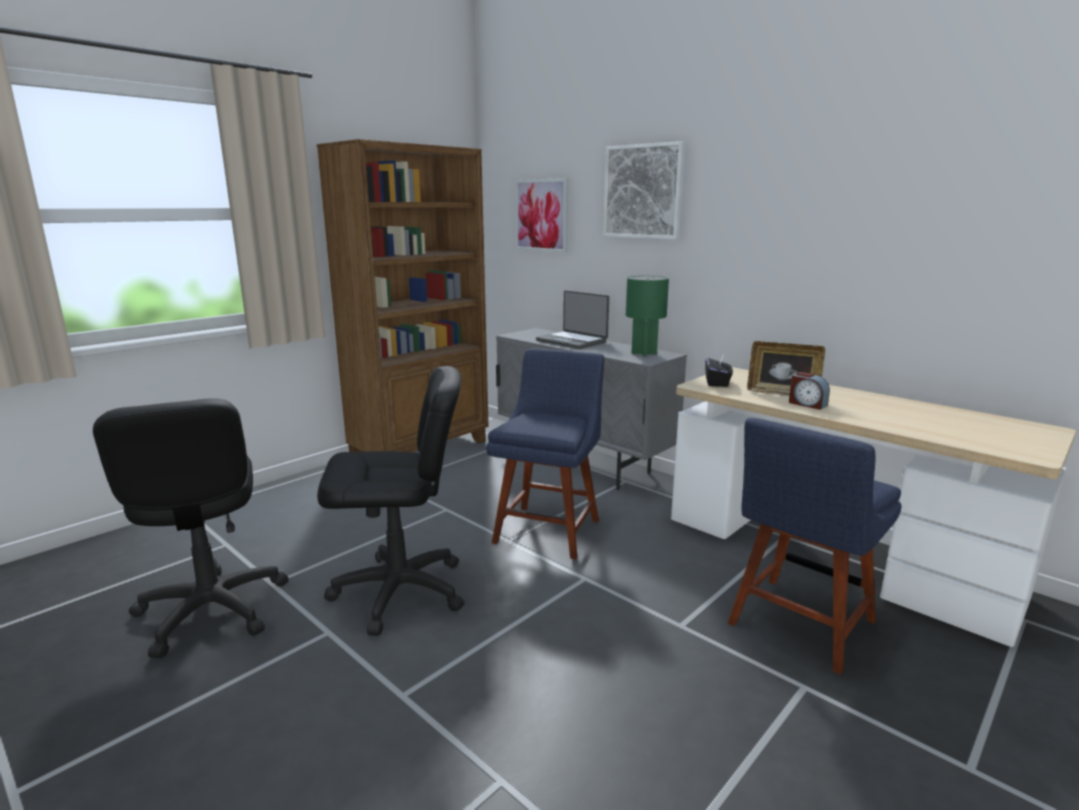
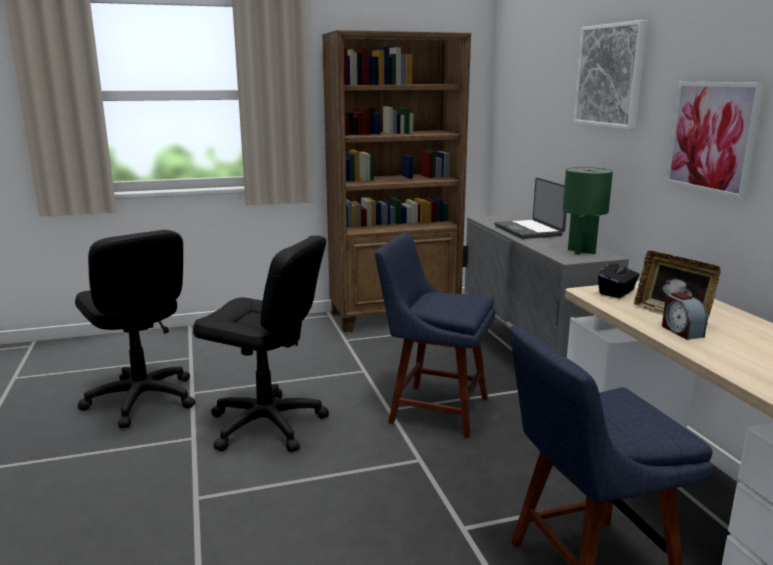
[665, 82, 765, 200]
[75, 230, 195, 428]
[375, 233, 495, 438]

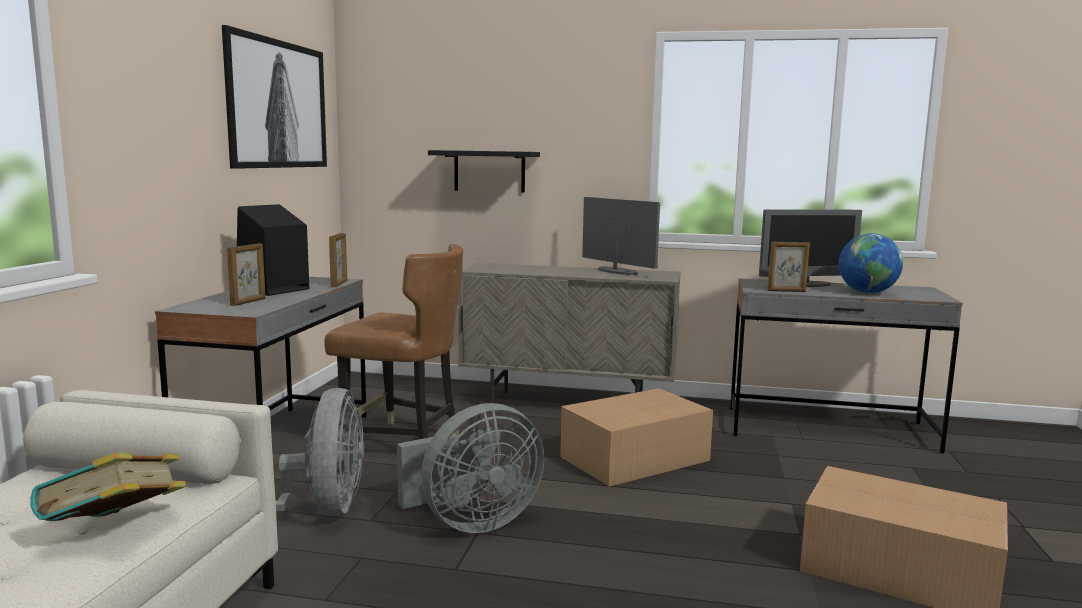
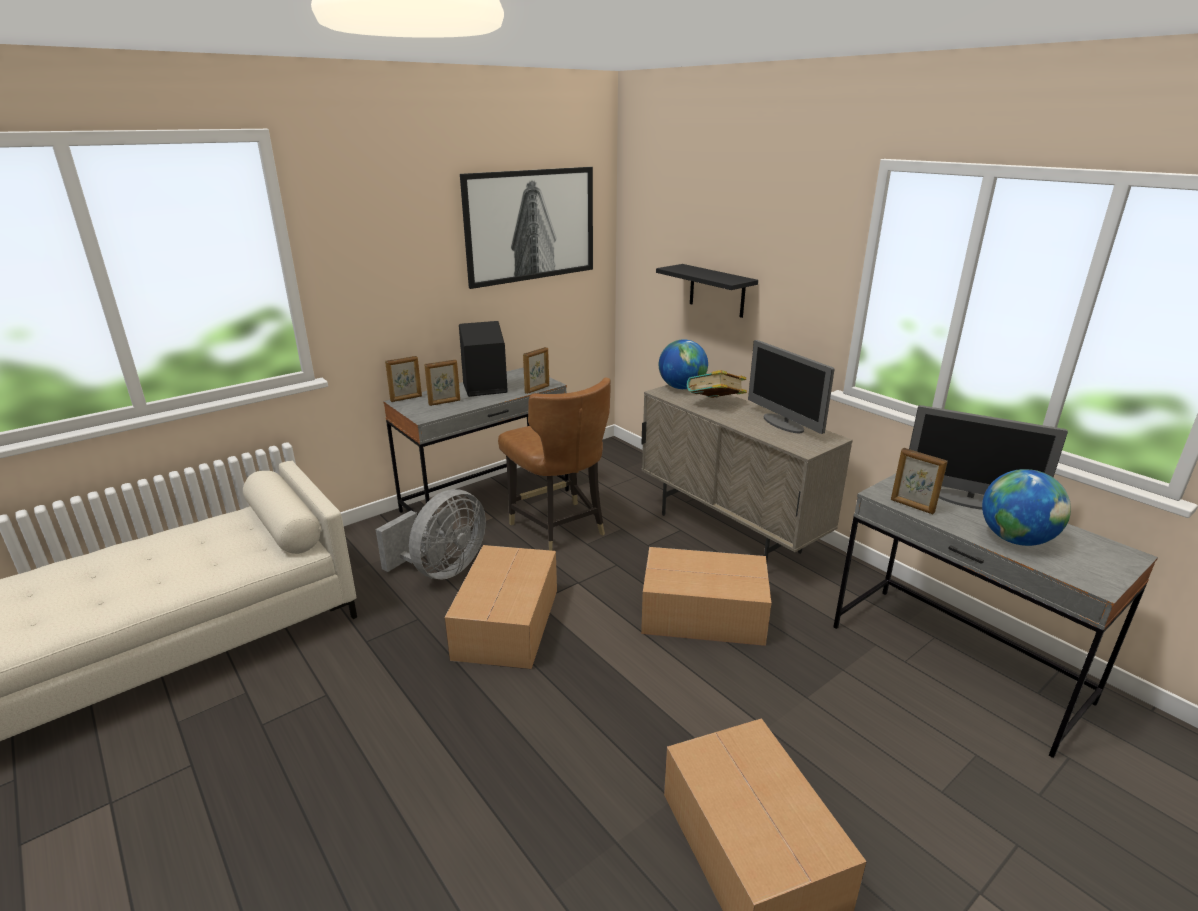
[385, 356, 422, 402]
[659, 339, 708, 389]
[687, 370, 747, 398]
[445, 545, 557, 669]
[748, 340, 835, 434]

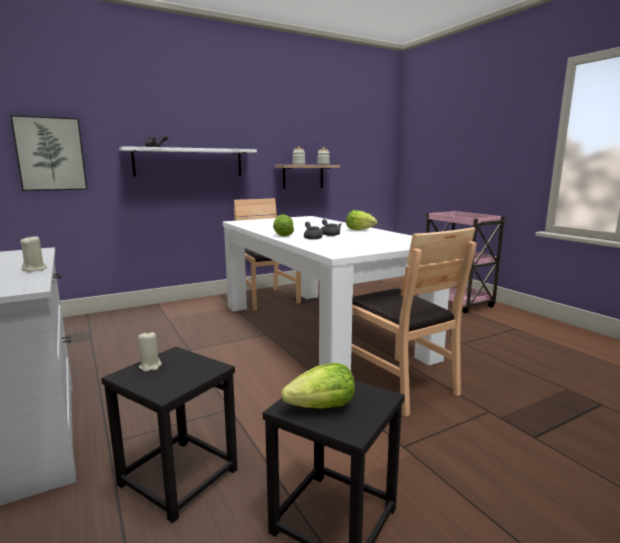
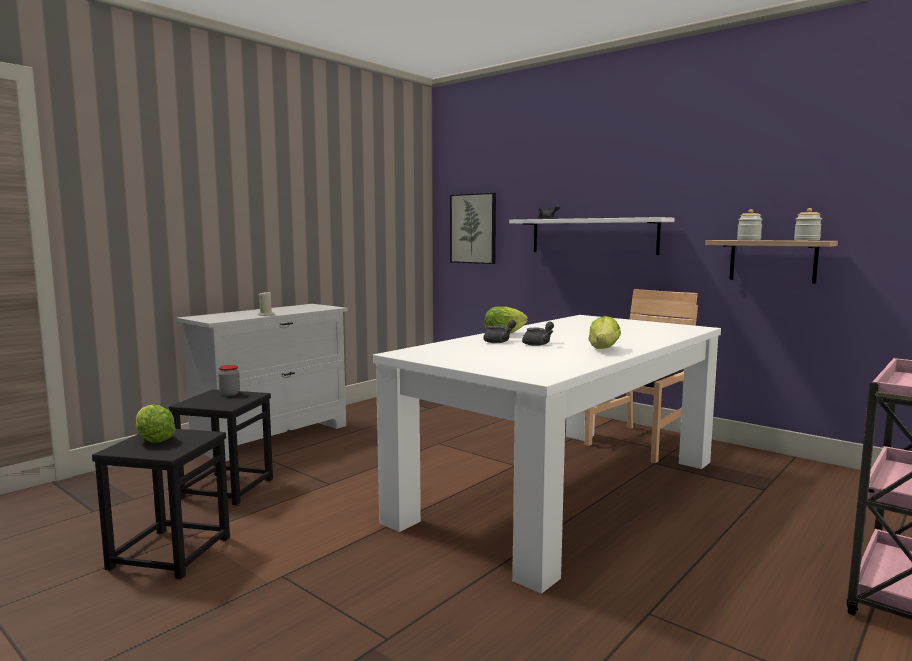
[351, 227, 476, 417] (first image)
[218, 365, 240, 396]

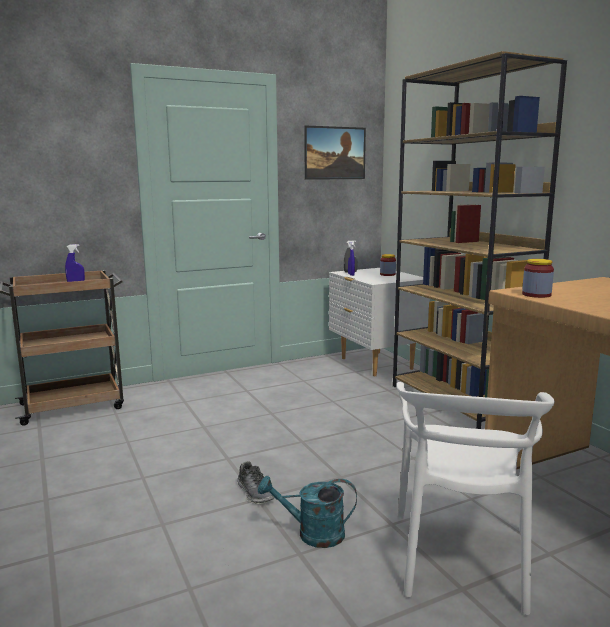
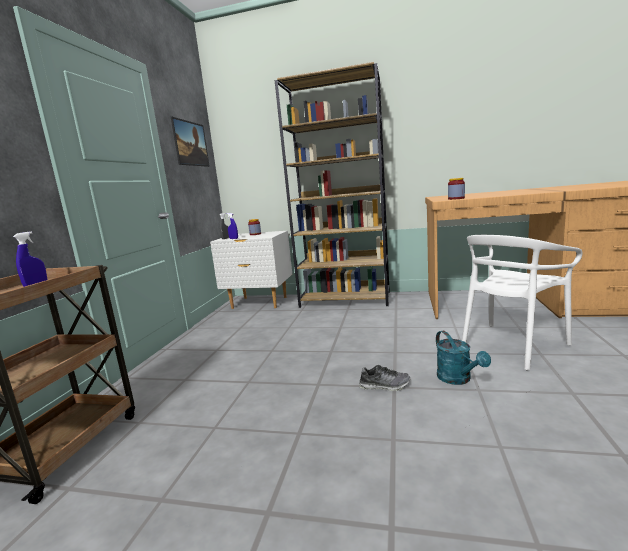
[436, 331, 491, 385]
[462, 235, 582, 370]

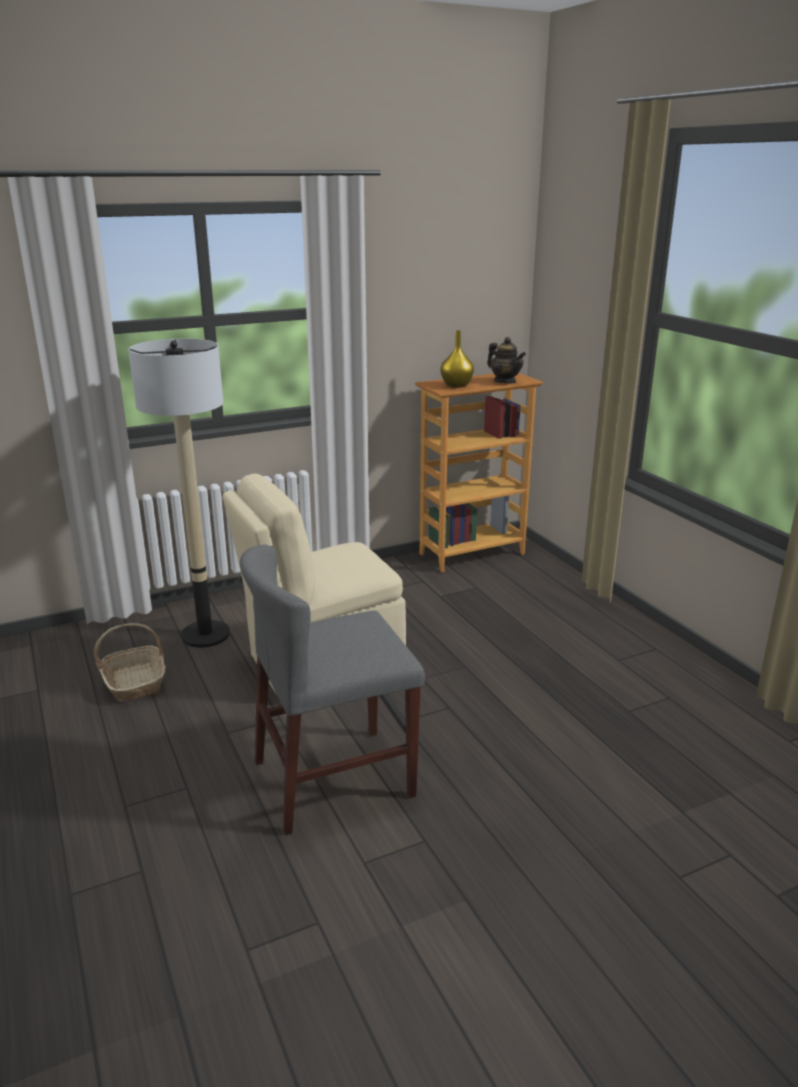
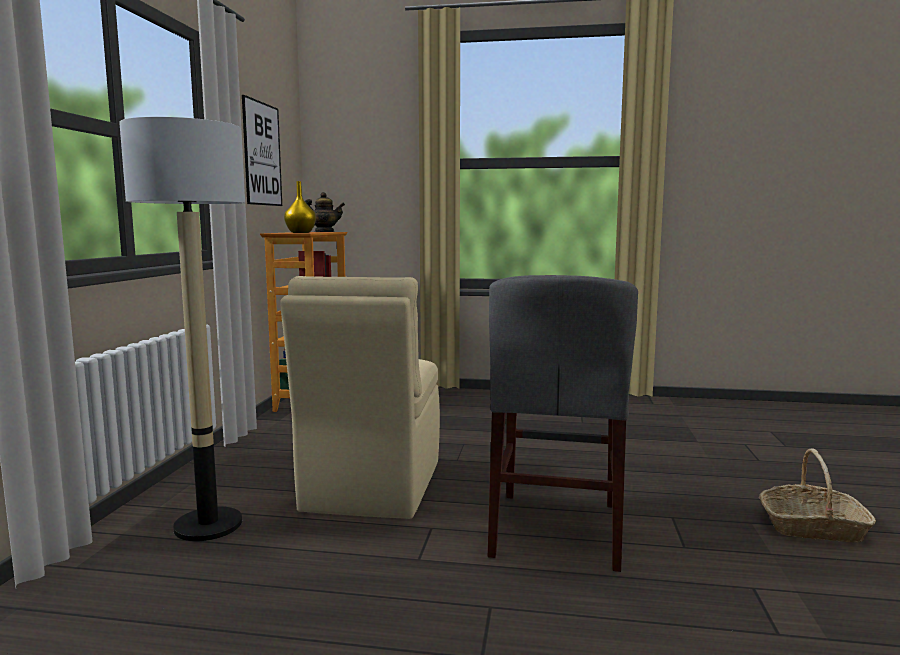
[242, 95, 282, 206]
[759, 448, 876, 543]

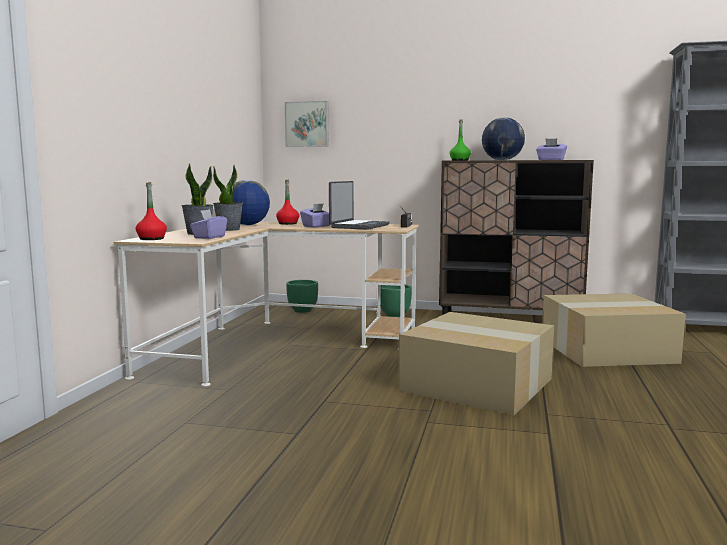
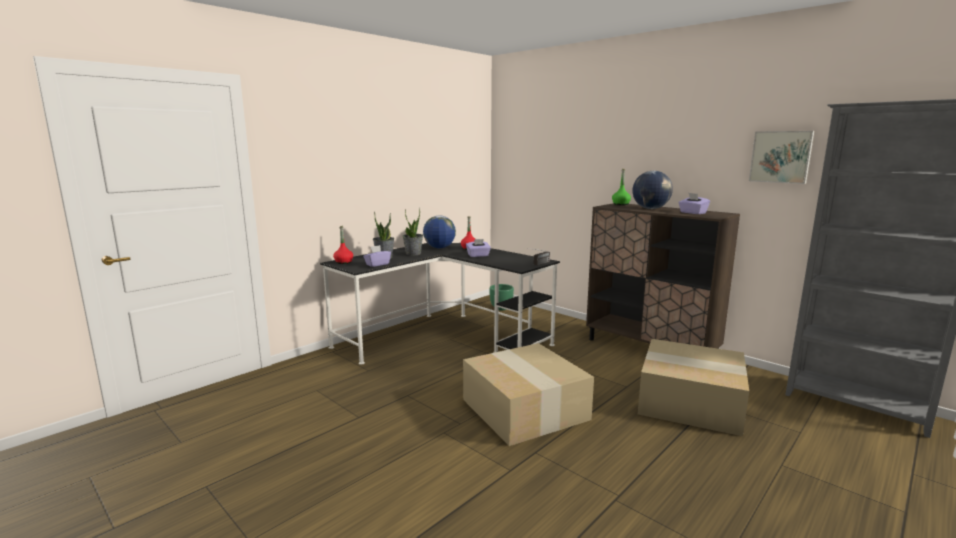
[329, 181, 390, 230] (first image)
[381, 284, 412, 317] (first image)
[749, 131, 814, 184]
[320, 243, 560, 365]

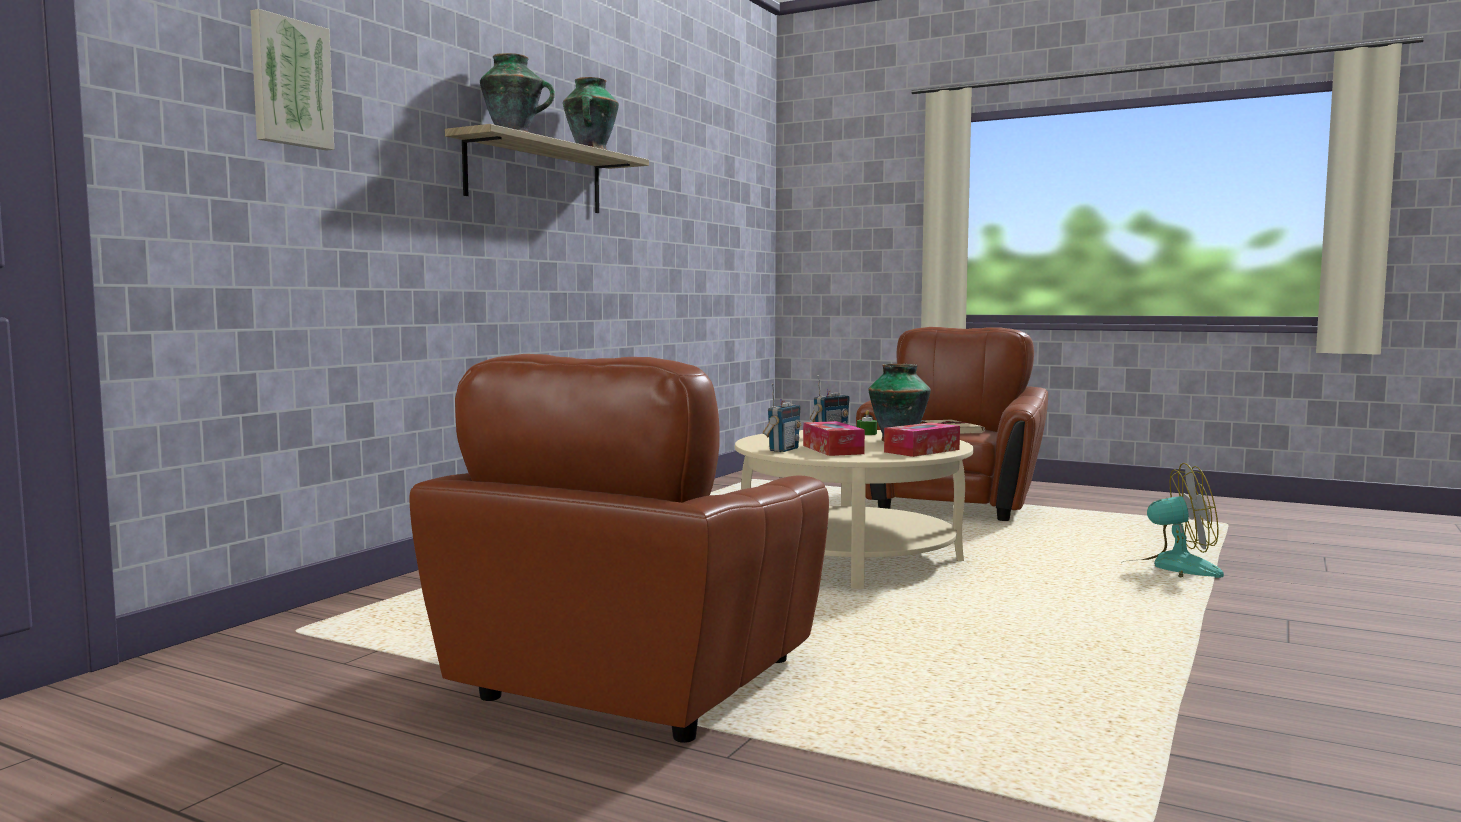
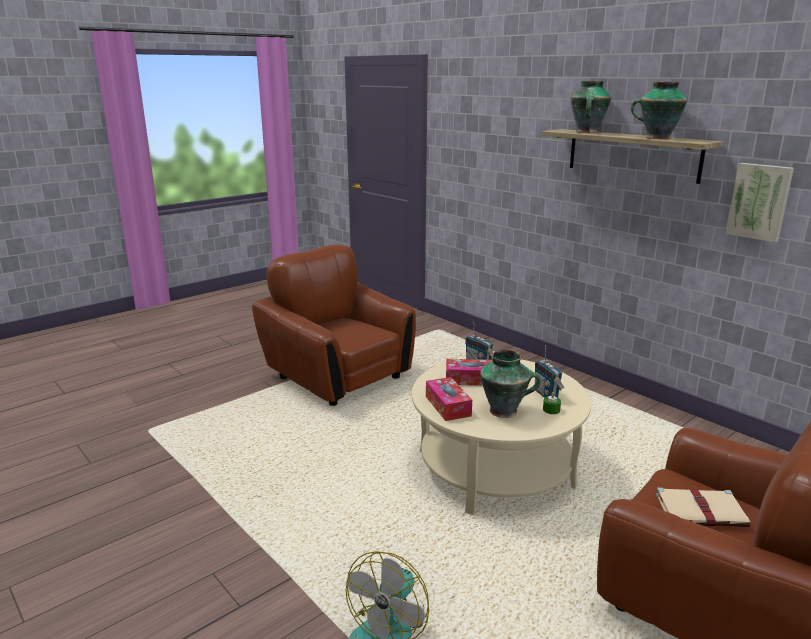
[726, 163, 794, 243]

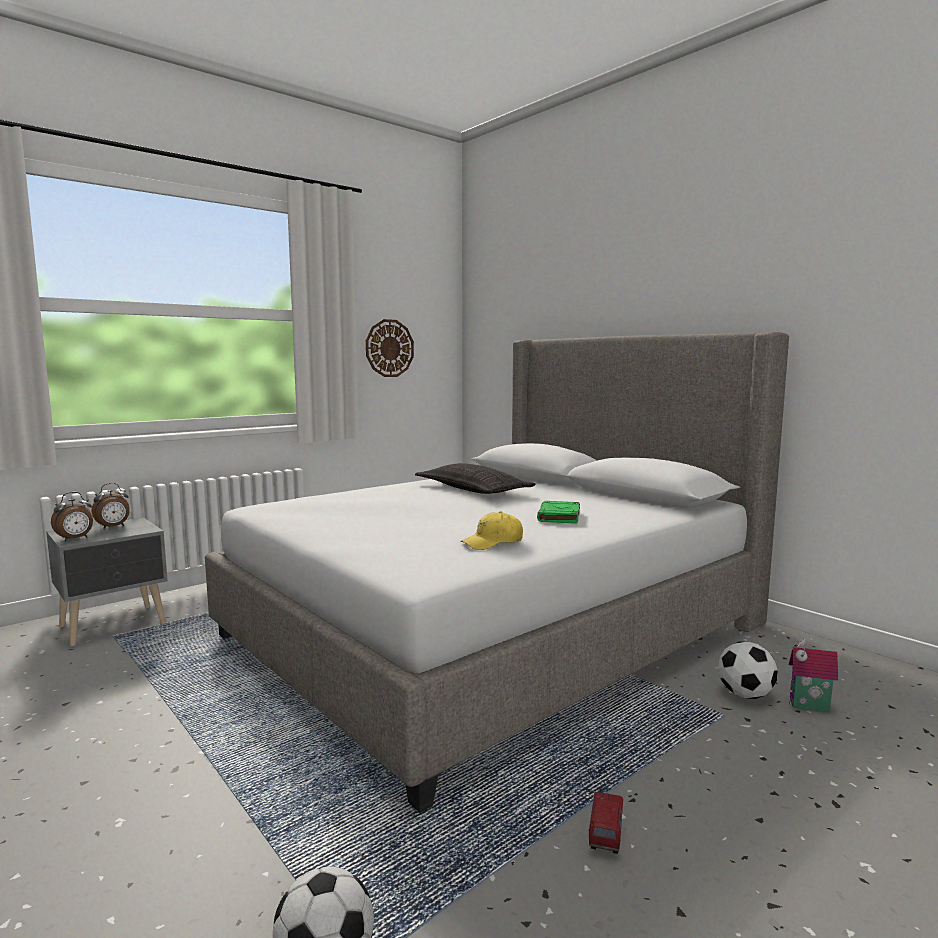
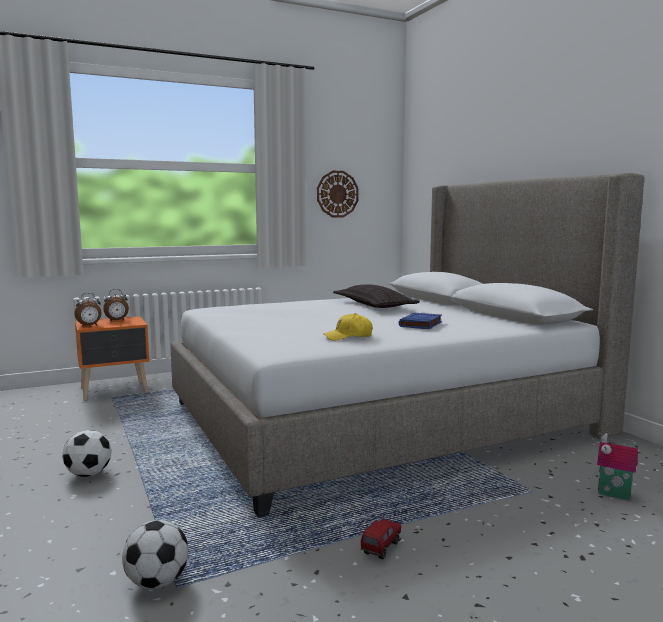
[62, 430, 112, 477]
[75, 316, 149, 401]
[399, 313, 442, 329]

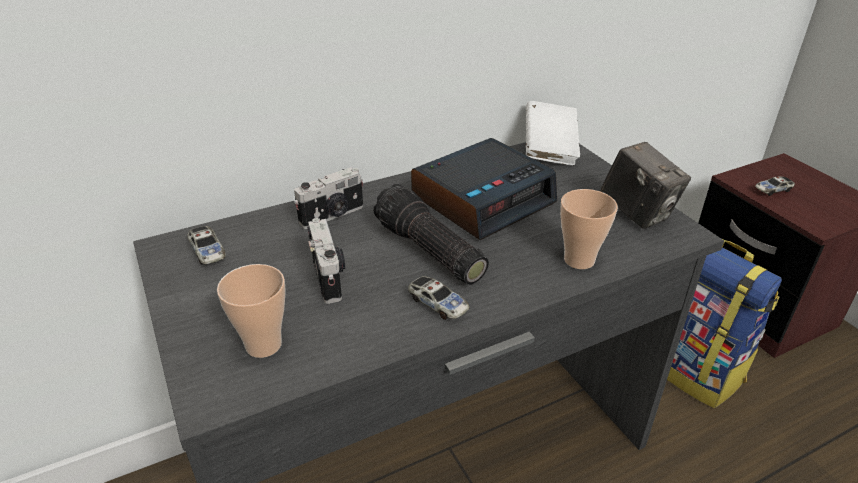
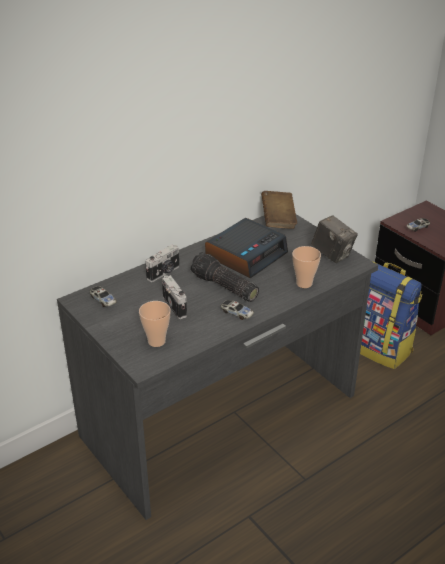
[261, 191, 297, 229]

